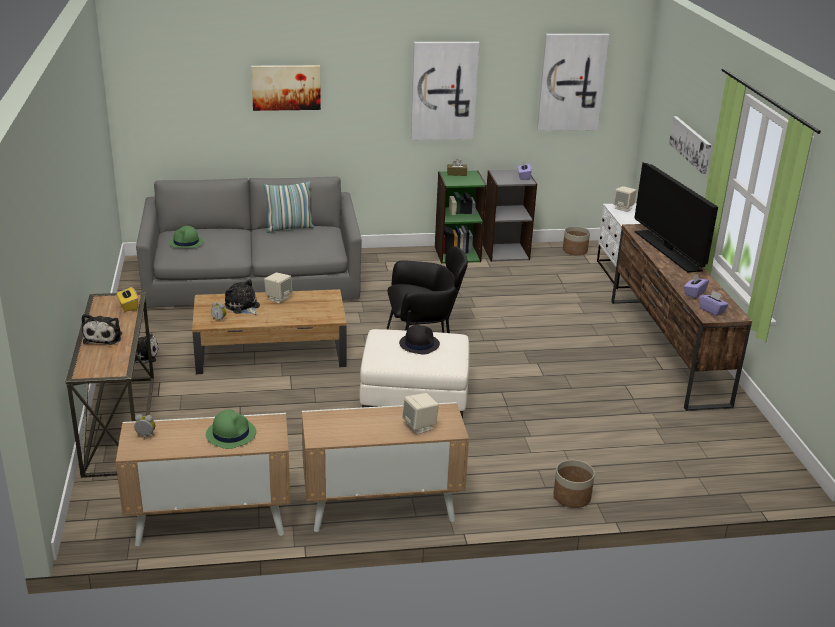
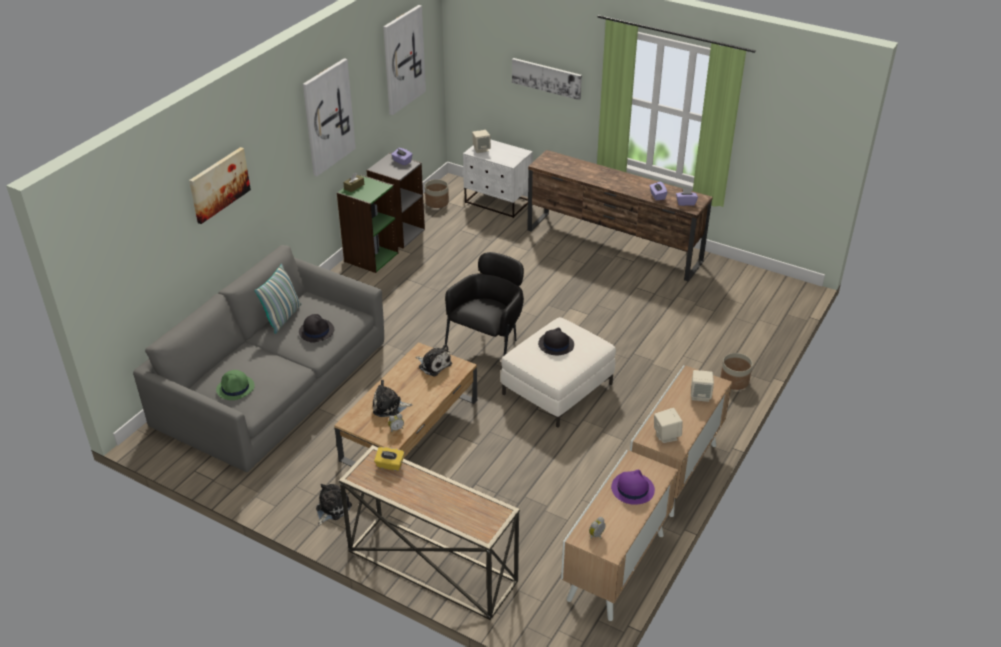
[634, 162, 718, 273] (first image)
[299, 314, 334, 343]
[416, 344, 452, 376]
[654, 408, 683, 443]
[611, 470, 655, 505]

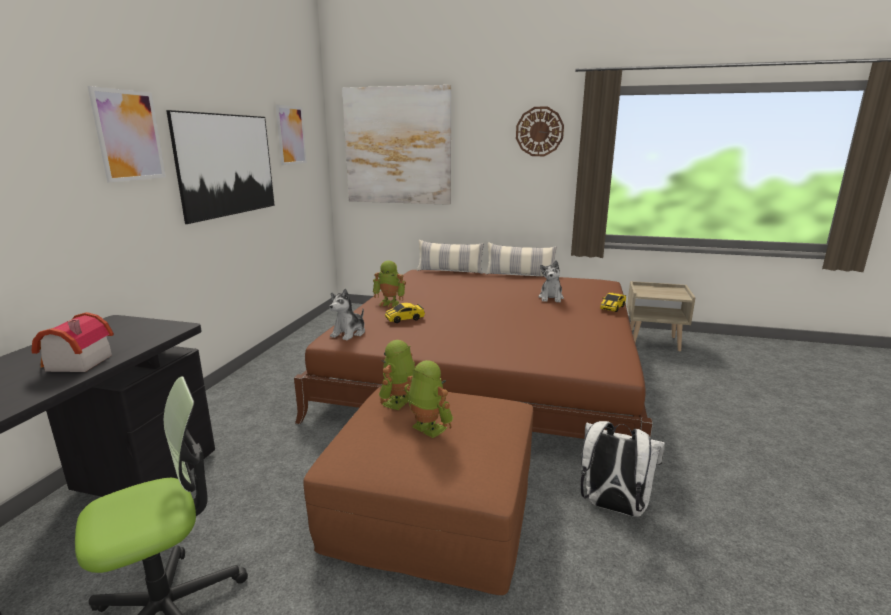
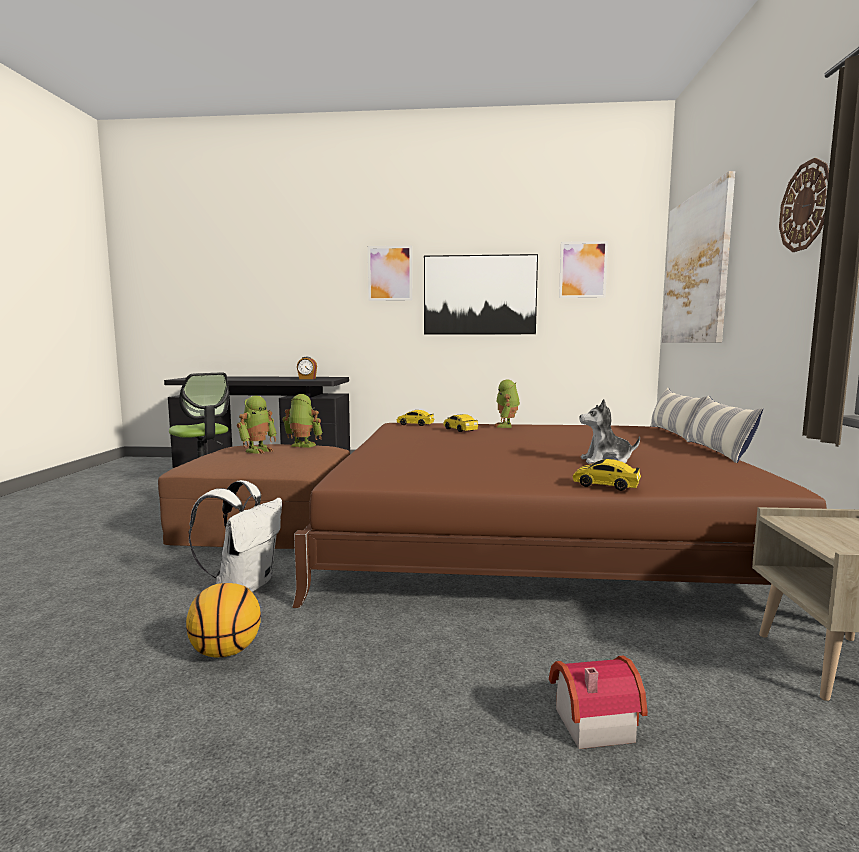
[186, 583, 261, 657]
[297, 357, 317, 379]
[549, 655, 648, 749]
[396, 410, 434, 426]

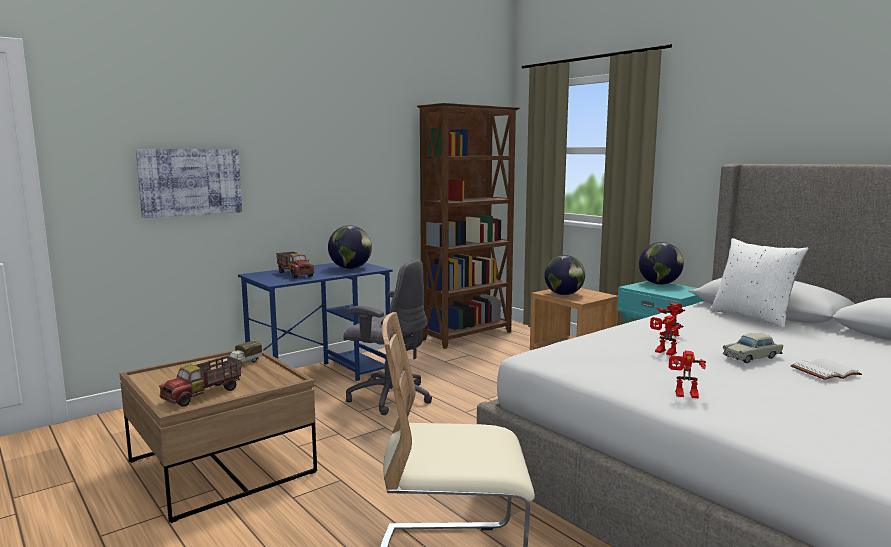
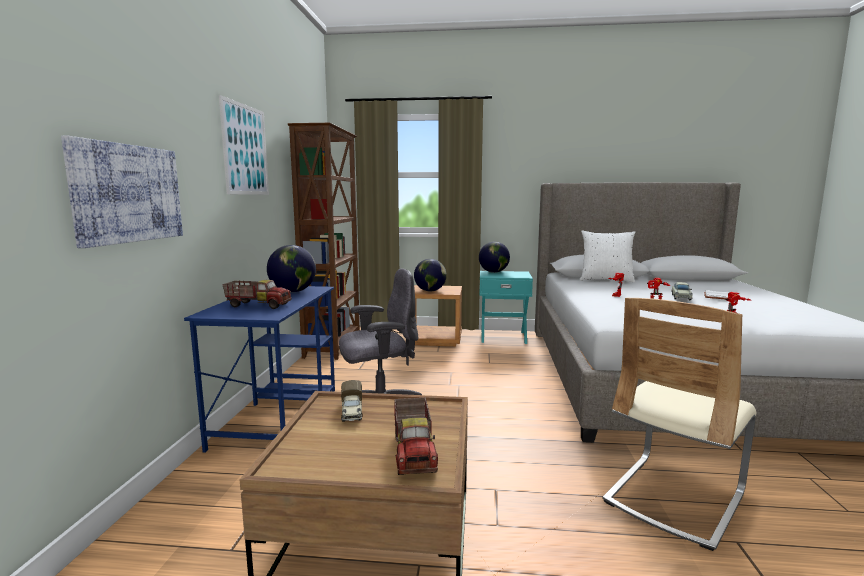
[219, 95, 269, 195]

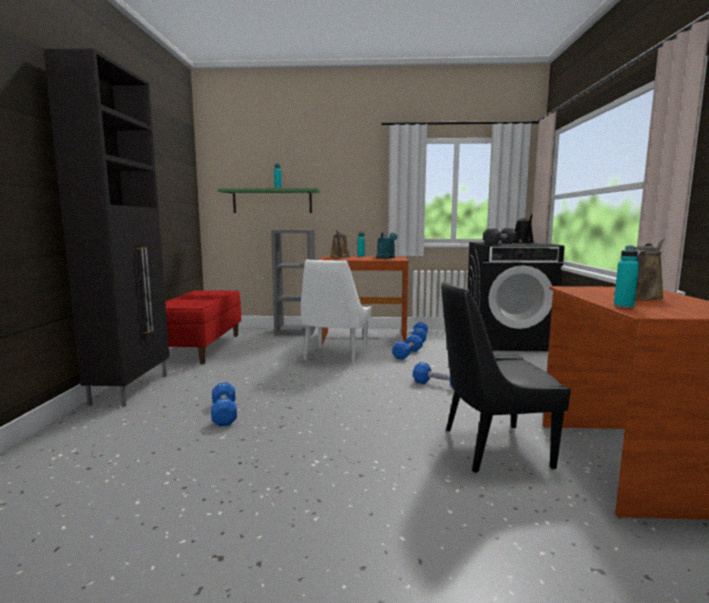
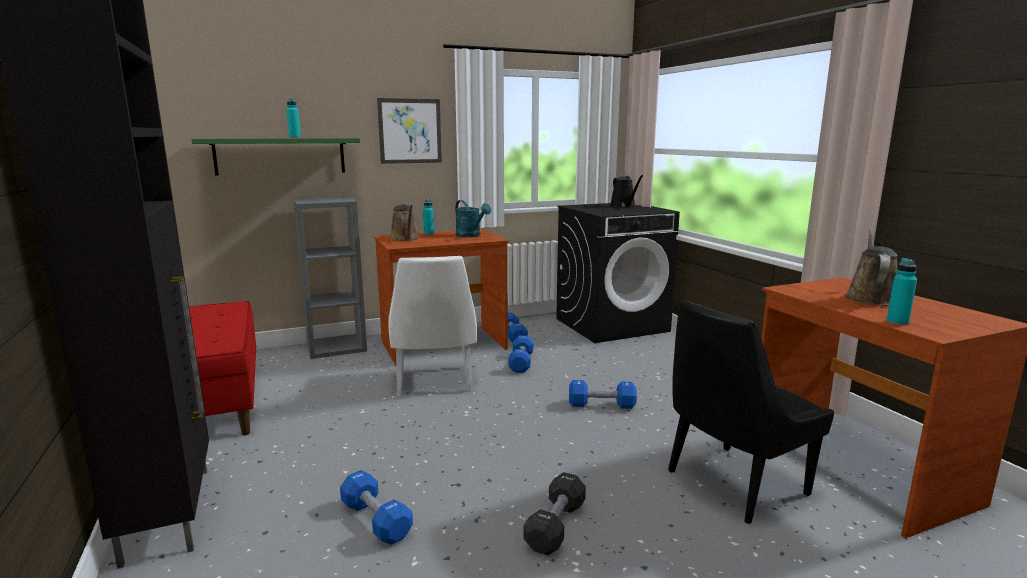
[377, 98, 442, 164]
[523, 472, 586, 555]

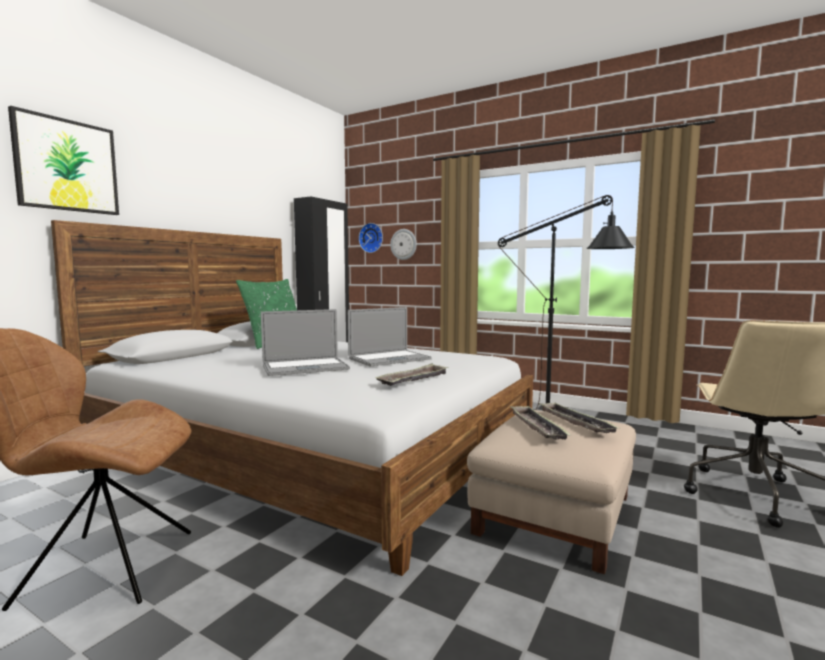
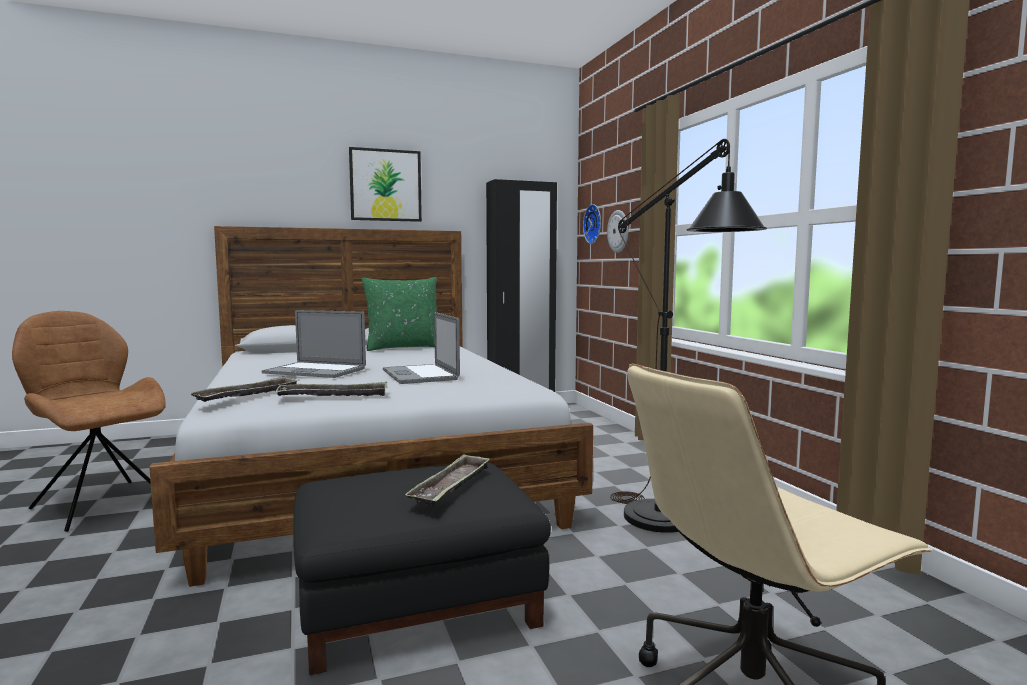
[349, 147, 422, 222]
[190, 376, 300, 402]
[293, 463, 551, 675]
[383, 312, 460, 384]

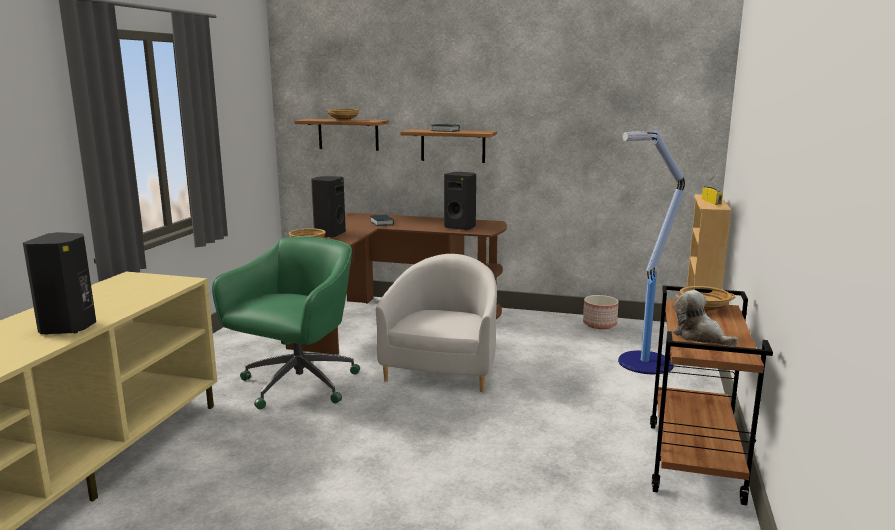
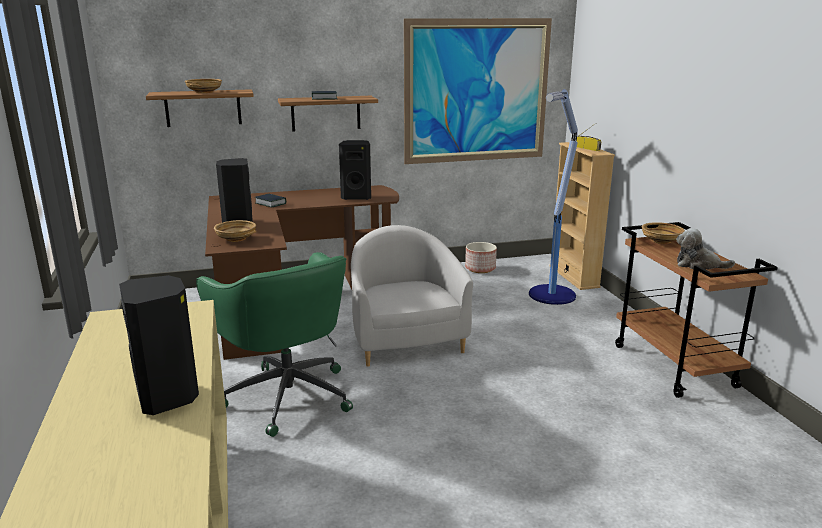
[404, 18, 552, 164]
[196, 252, 353, 437]

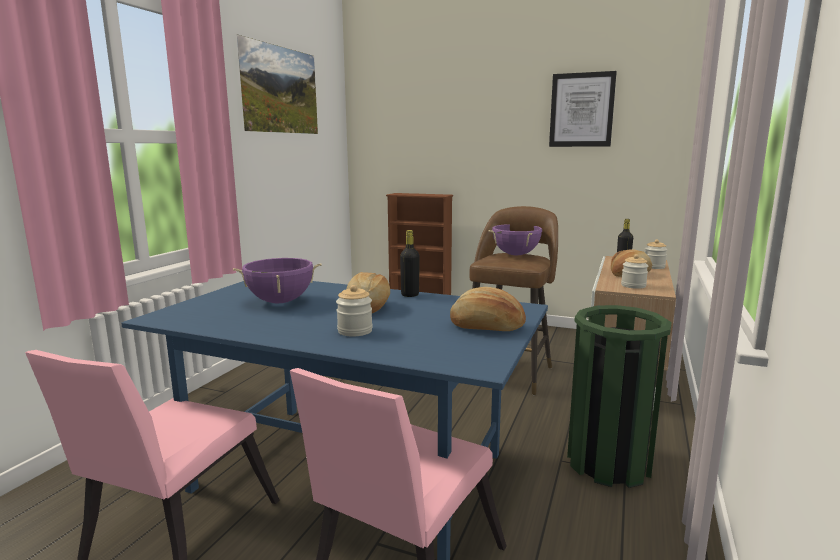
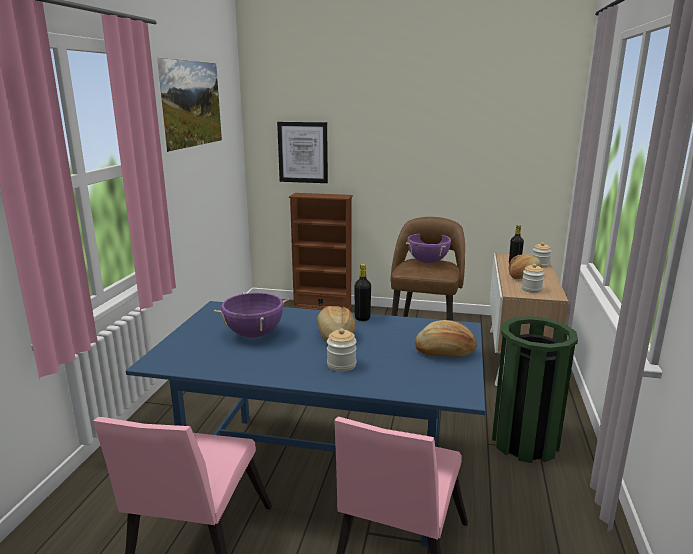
[277, 122, 328, 183]

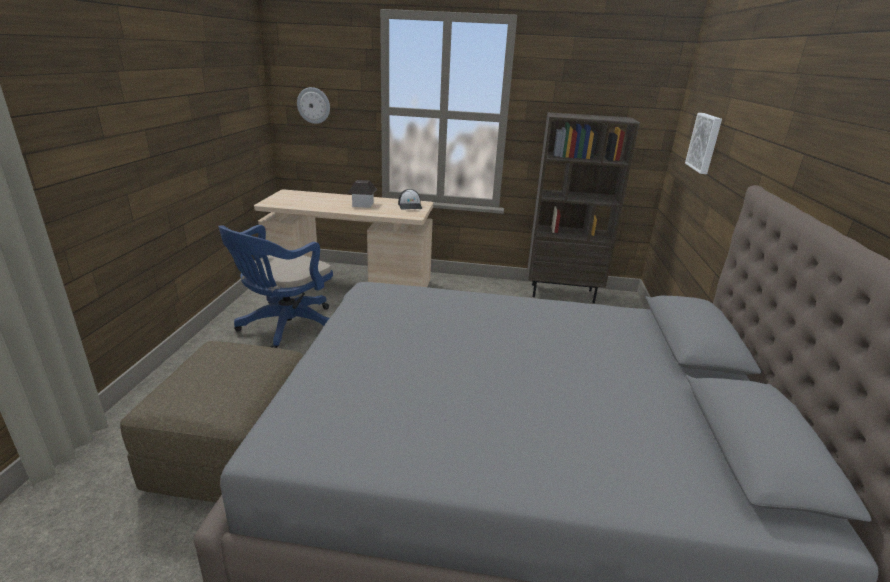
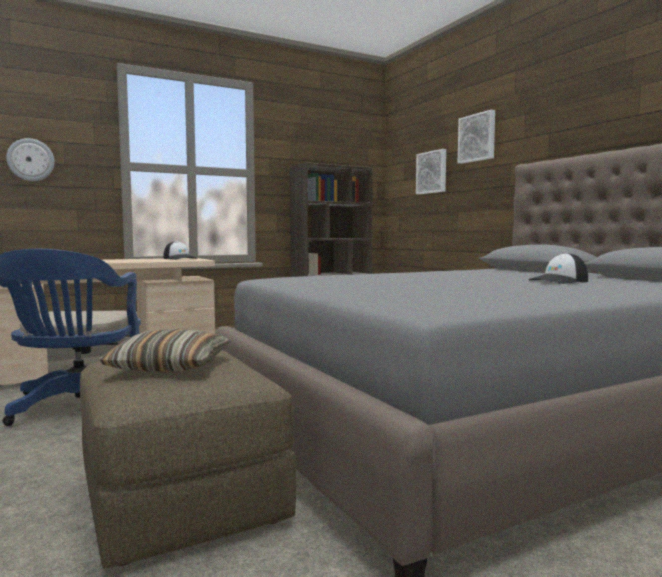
[347, 180, 377, 208] (first image)
[99, 329, 231, 372]
[458, 110, 495, 164]
[529, 253, 588, 284]

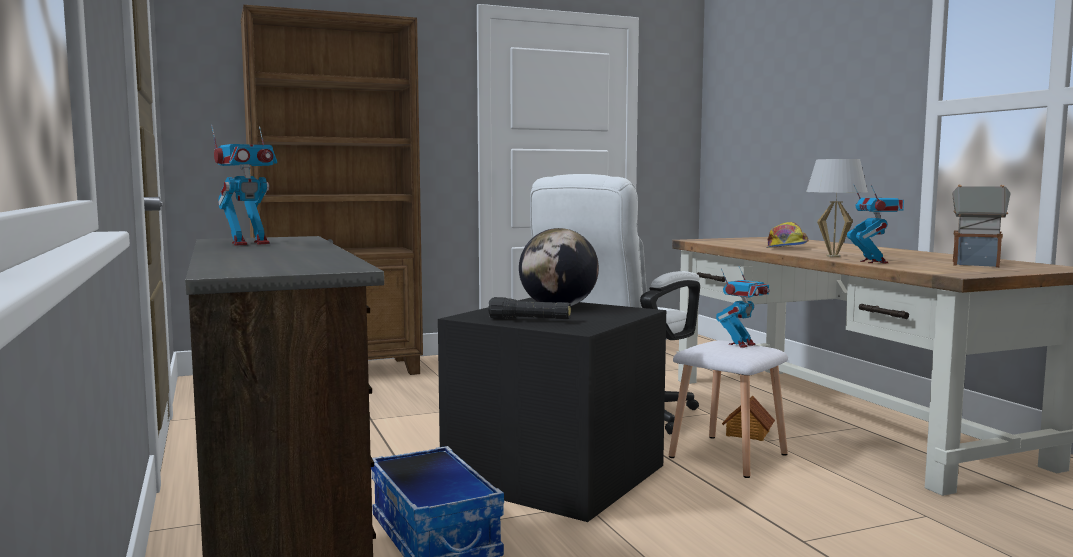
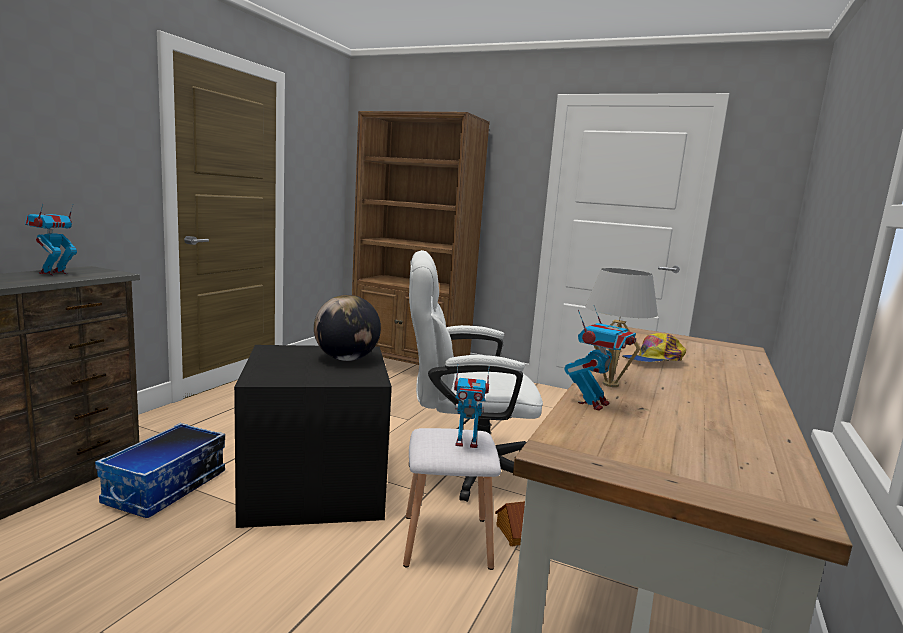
[488, 297, 571, 319] (first image)
[952, 185, 1011, 267] (first image)
[25, 204, 77, 275]

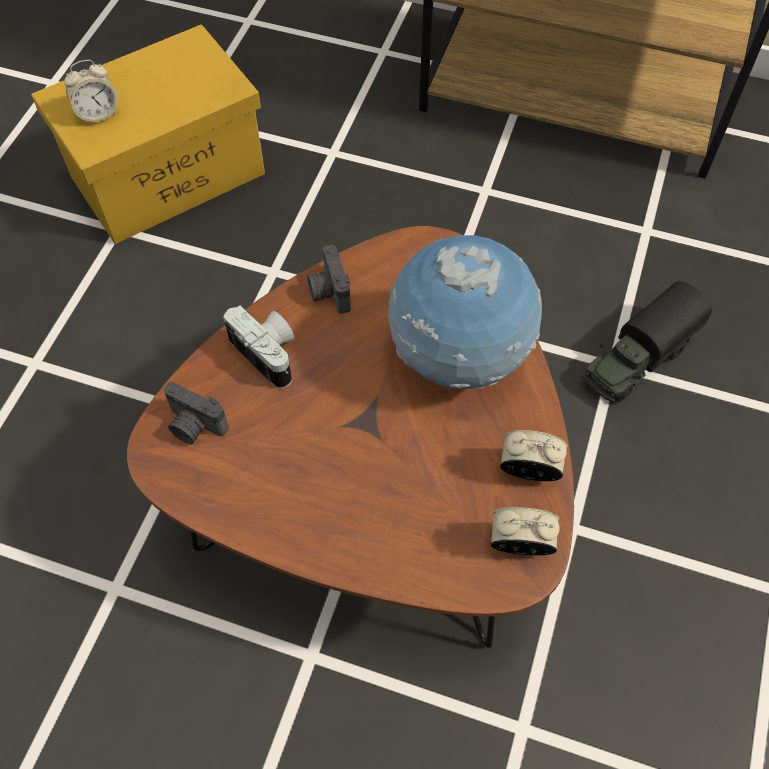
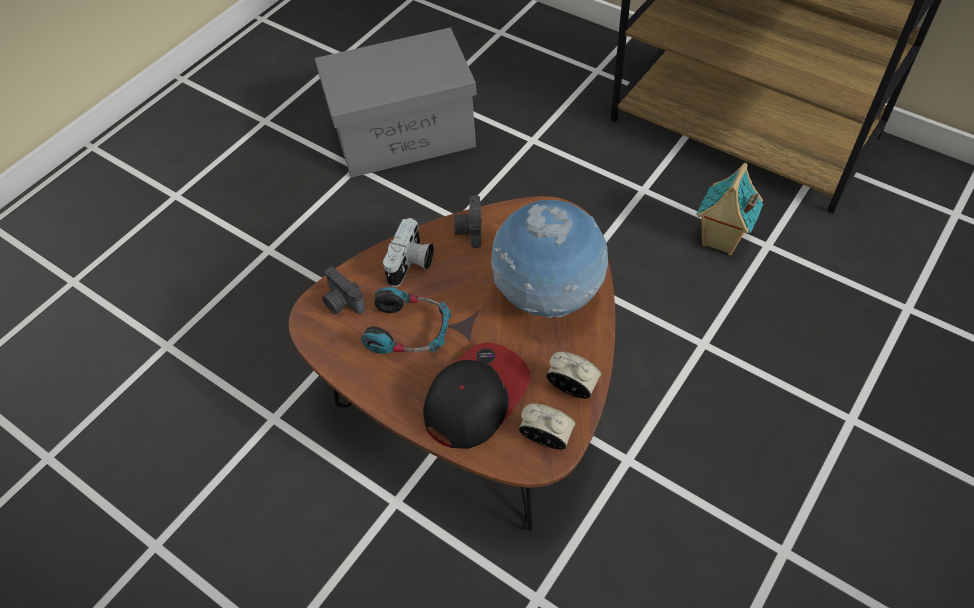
[64, 60, 118, 124] (first image)
[582, 281, 712, 402] (first image)
[361, 287, 451, 354]
[423, 342, 530, 449]
[696, 163, 764, 255]
[315, 28, 476, 178]
[383, 218, 434, 287]

